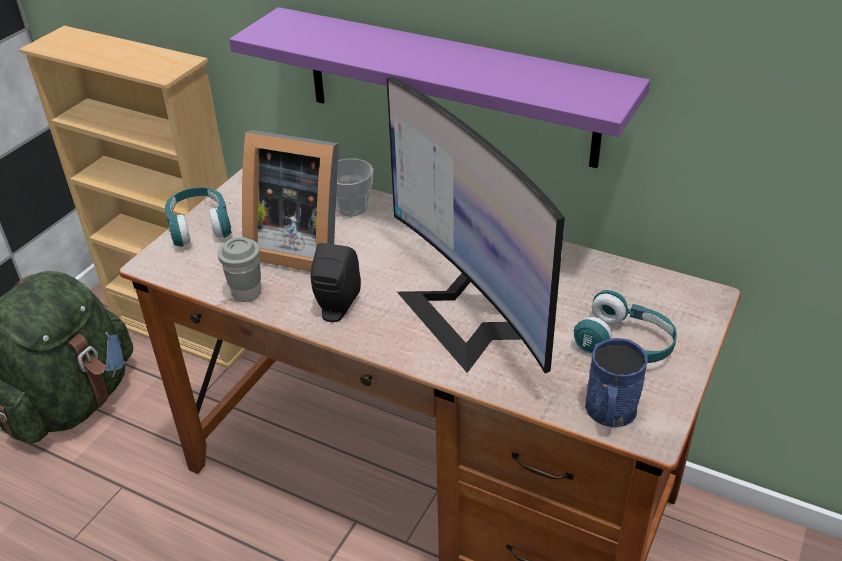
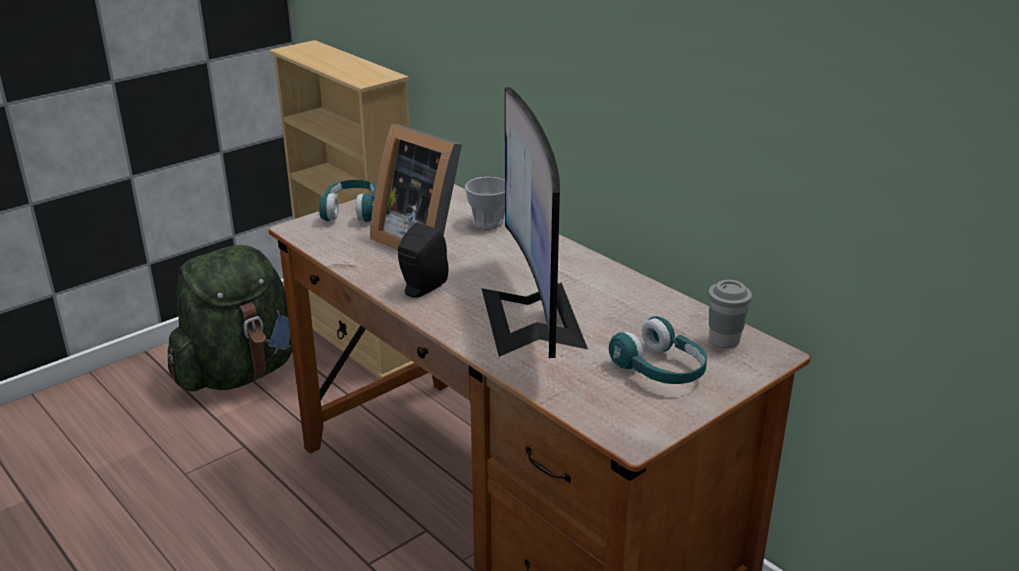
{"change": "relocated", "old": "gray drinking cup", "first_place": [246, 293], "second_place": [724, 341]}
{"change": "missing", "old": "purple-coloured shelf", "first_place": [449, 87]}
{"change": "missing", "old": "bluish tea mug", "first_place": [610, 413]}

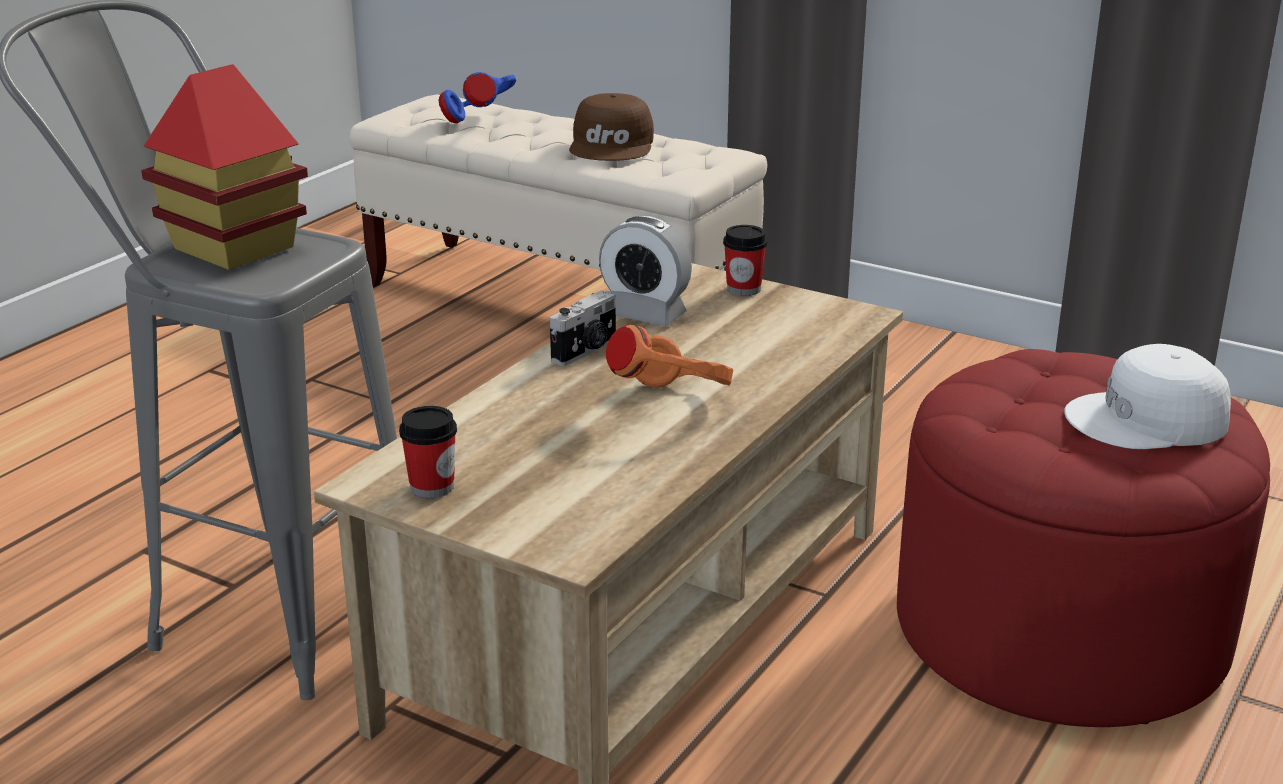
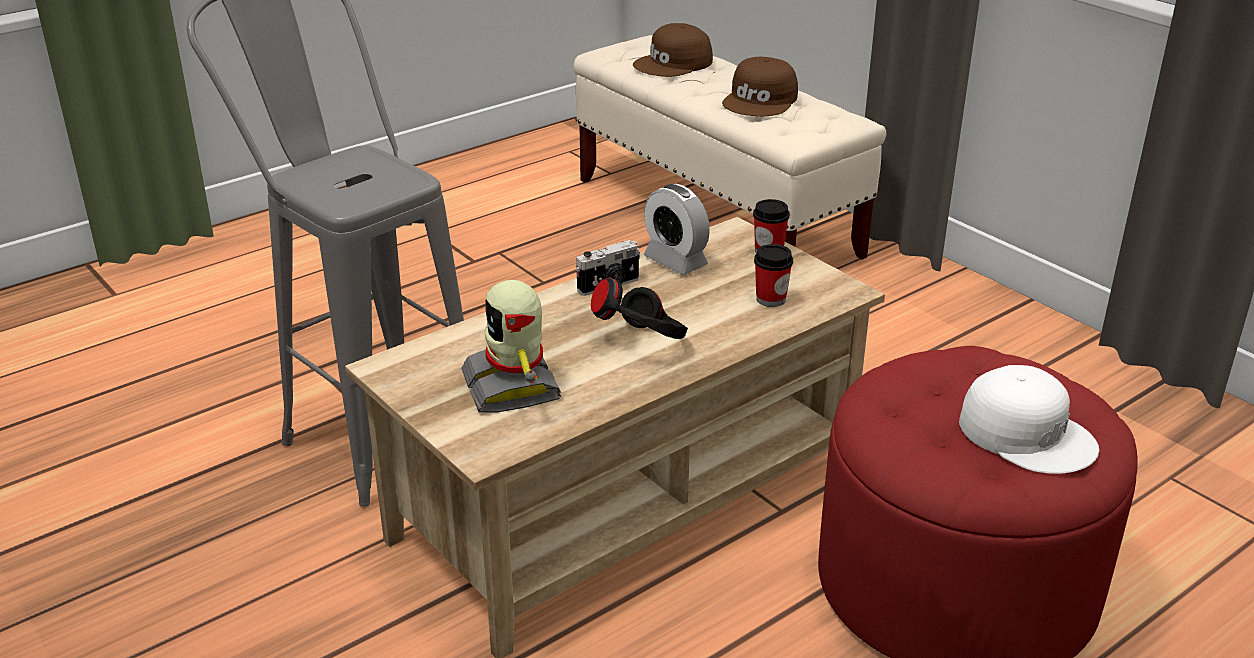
{"change": "missing", "old": "toy house", "first_place": [233, 248]}
{"change": "relocated", "old": "drinking cup", "first_place": [432, 487], "second_place": [771, 299]}
{"change": "exchanged", "old": "bluish headphones", "new": "brownish peaked cap", "first_place": [482, 120], "second_place": [674, 64]}
{"change": "colour", "old": "orange headphones", "new": "black headphones", "first_place": [673, 402], "second_place": [642, 342]}
{"change": "spun", "old": "whitish peaked cap", "first_place": [1148, 421], "second_place": [1027, 433], "degrees": -150}
{"change": "appeared", "new": "robot figure", "second_place": [514, 386]}

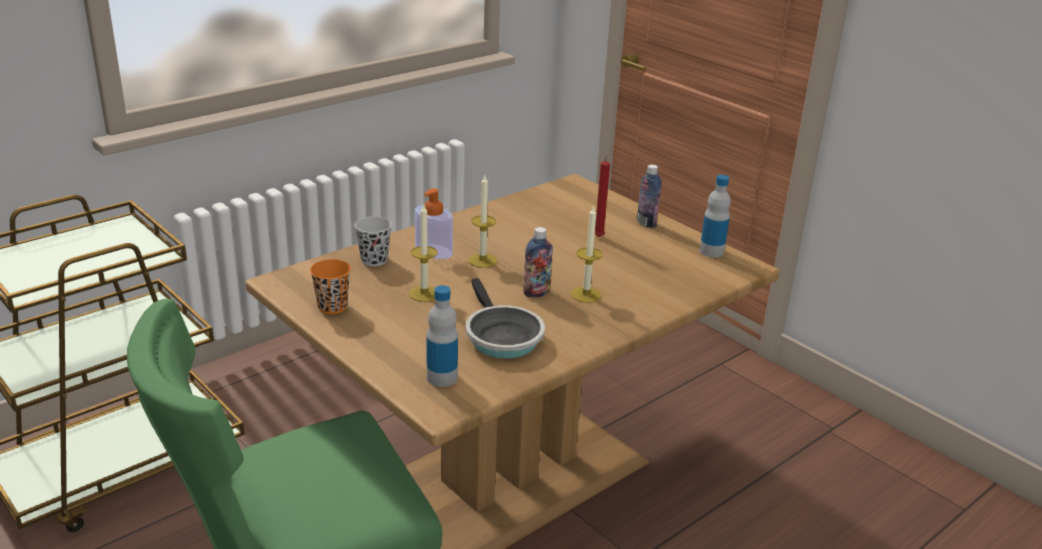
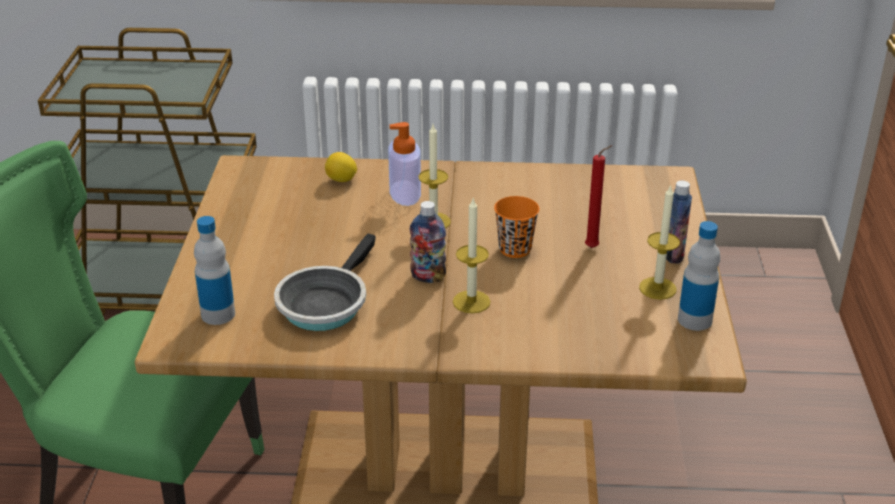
{"change": "relocated", "old": "orange drinking cup", "first_place": [332, 307], "second_place": [515, 249]}
{"change": "exchanged", "old": "black drinking cup", "new": "whole lemon", "first_place": [374, 260], "second_place": [341, 180]}
{"change": "relocated", "old": "wax candle", "first_place": [424, 293], "second_place": [657, 288]}

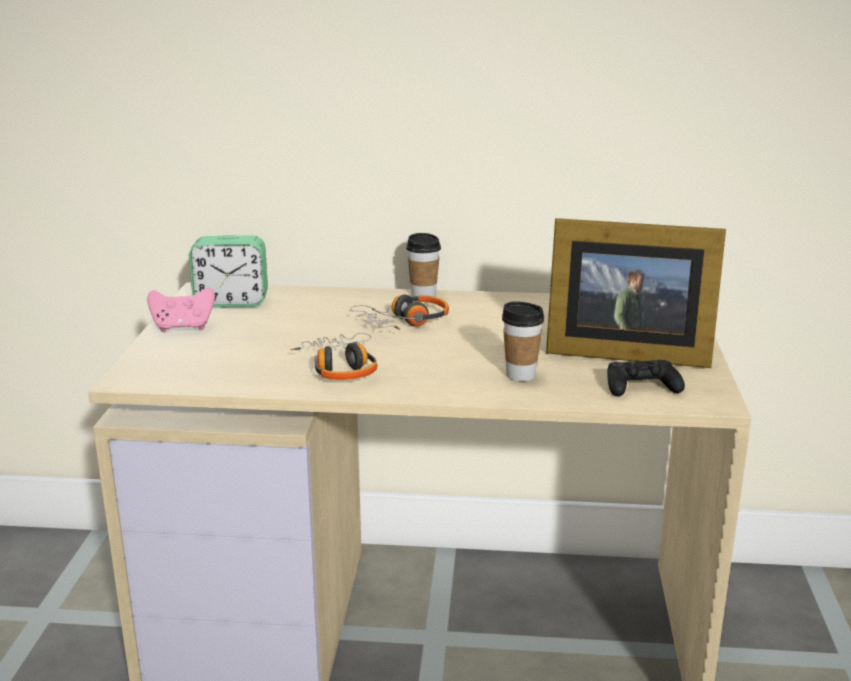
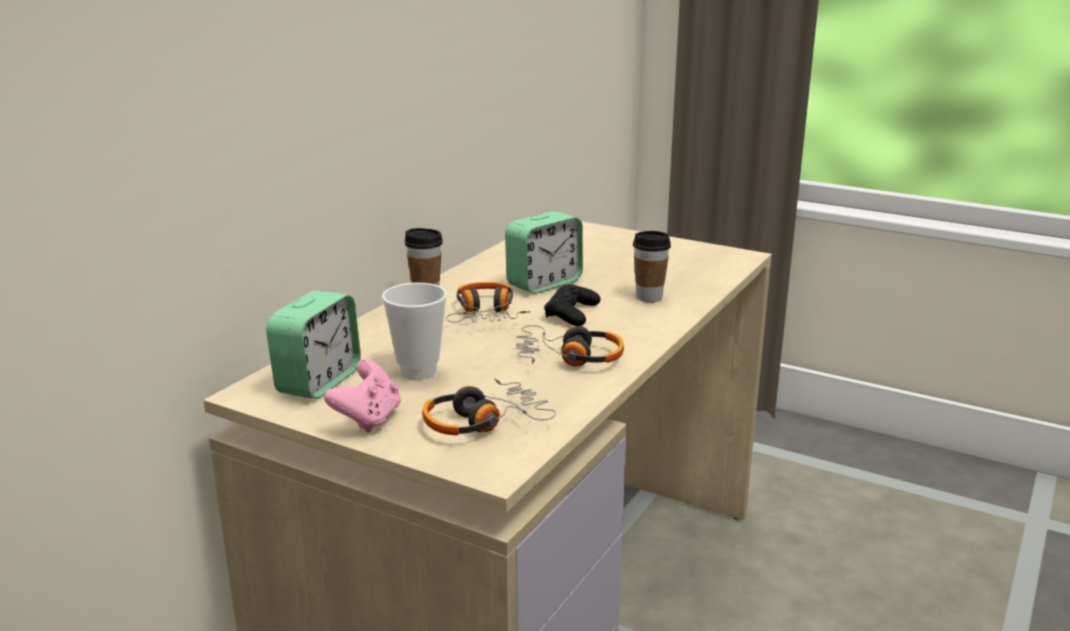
{"change": "missing", "old": "picture frame", "first_place": [622, 351]}
{"change": "relocated", "old": "black joypad", "first_place": [641, 387], "second_place": [571, 313]}
{"change": "appeared", "new": "drinking cup", "second_place": [418, 372]}
{"change": "appeared", "new": "headphones", "second_place": [484, 421]}
{"change": "appeared", "new": "table clock", "second_place": [544, 283]}

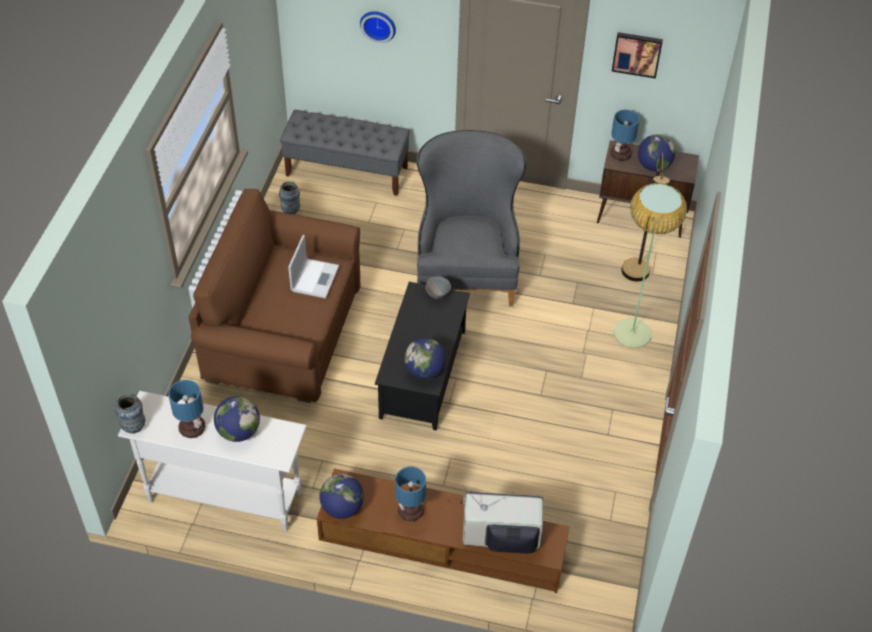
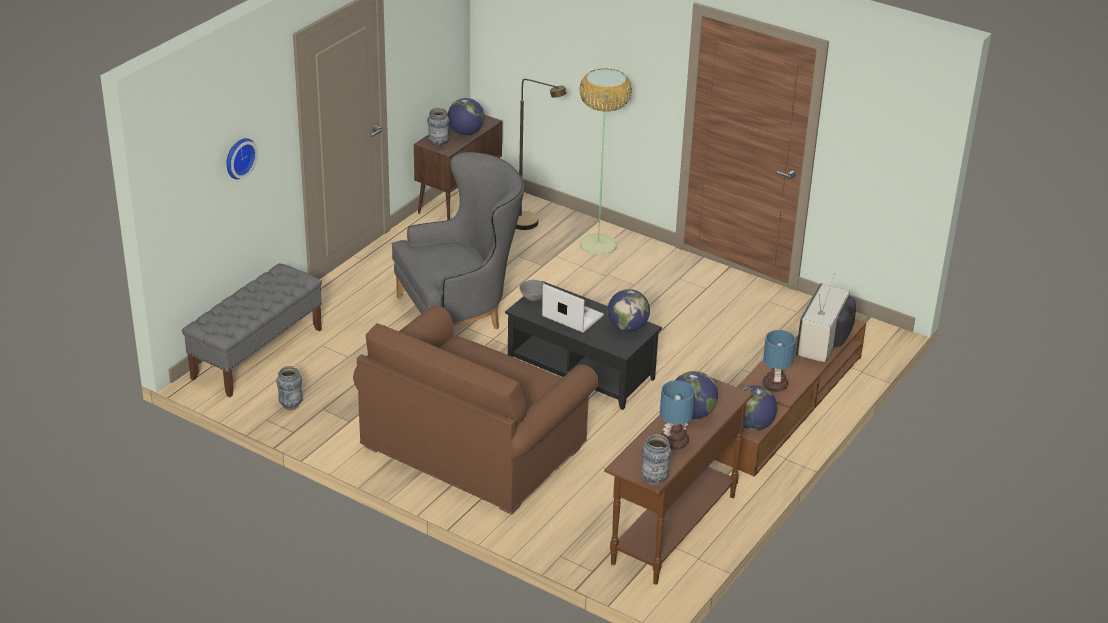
{"change": "colour", "old": "whitish hall table", "new": "brownish hall table", "first_place": [224, 496], "second_place": [673, 529]}
{"change": "relocated", "old": "portable computer", "first_place": [315, 278], "second_place": [571, 316]}
{"change": "spun", "old": "gray easy chair", "first_place": [466, 270], "second_place": [461, 313], "degrees": 135}
{"change": "exchanged", "old": "table lamp", "new": "vase", "first_place": [620, 155], "second_place": [438, 144]}
{"change": "missing", "old": "wall picture", "first_place": [637, 53]}

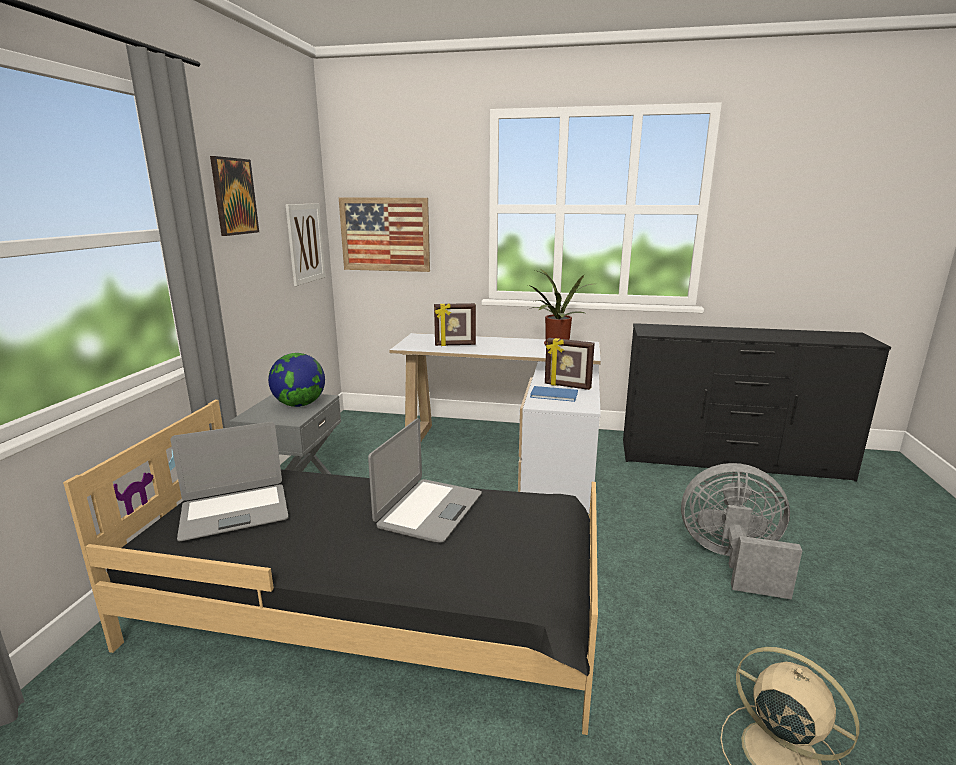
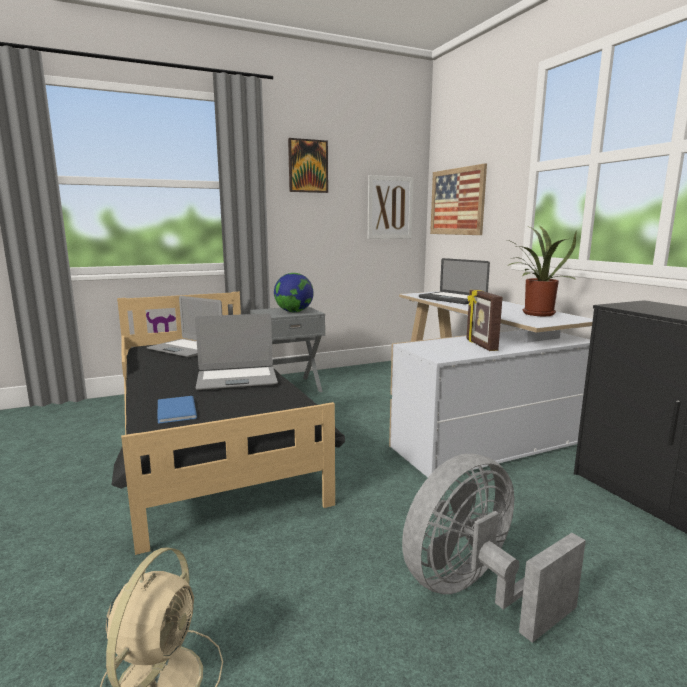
{"change": "exchanged", "old": "picture frame", "new": "portable computer", "first_place": [455, 345], "second_place": [452, 299]}
{"change": "relocated", "old": "bluish book", "first_place": [555, 395], "second_place": [175, 411]}
{"change": "spun", "old": "gray cooling fan", "first_place": [732, 561], "second_place": [475, 592], "degrees": -105}

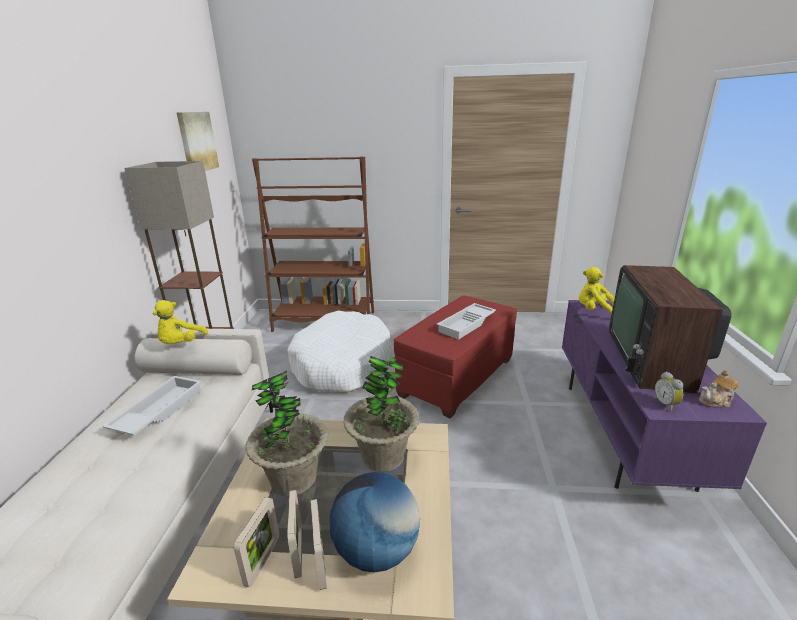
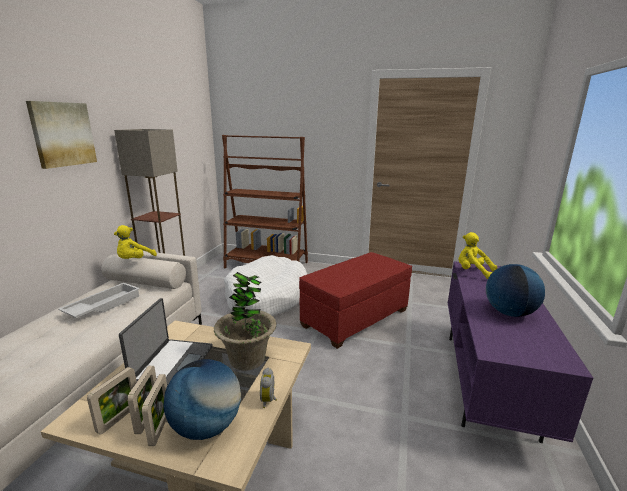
{"change": "relocated", "old": "wall picture", "first_place": [197, 142], "second_place": [62, 134]}
{"change": "exchanged", "old": "plant in a pot", "new": "portable computer", "first_place": [293, 478], "second_place": [172, 364]}
{"change": "missing", "old": "whitish serving tray", "first_place": [467, 325]}
{"change": "exchanged", "old": "television", "new": "desk globe", "first_place": [655, 358], "second_place": [509, 313]}
{"change": "relocated", "old": "table clock", "first_place": [666, 404], "second_place": [269, 400]}
{"change": "missing", "old": "pot for tea", "first_place": [716, 401]}

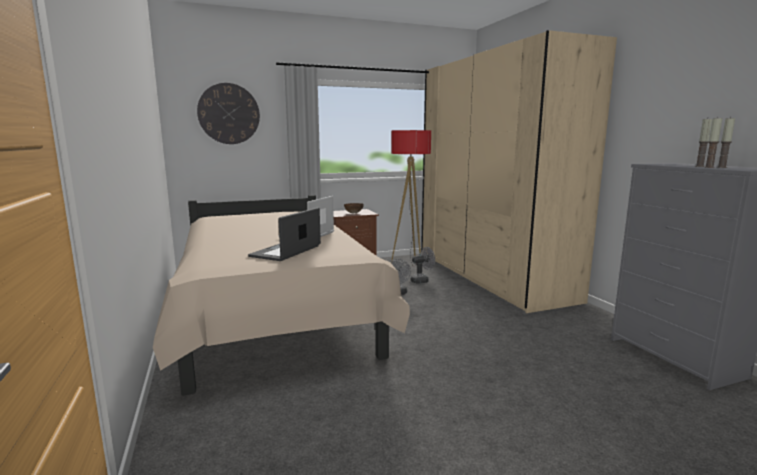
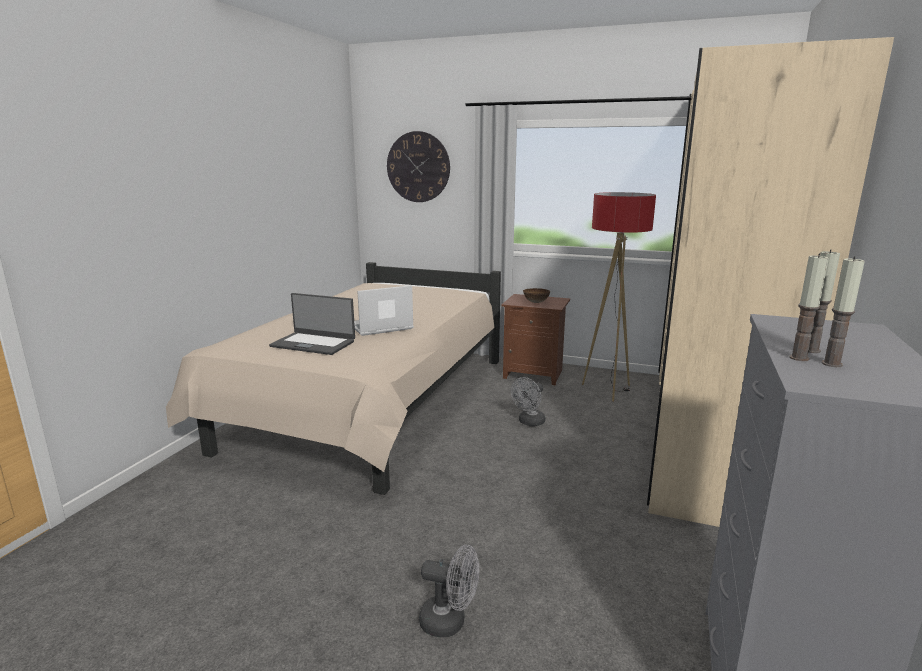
{"change": "spun", "old": "portable computer", "first_place": [287, 251], "second_place": [313, 343], "degrees": -135}
{"change": "relocated", "old": "gray cooling fan", "first_place": [422, 280], "second_place": [450, 622]}

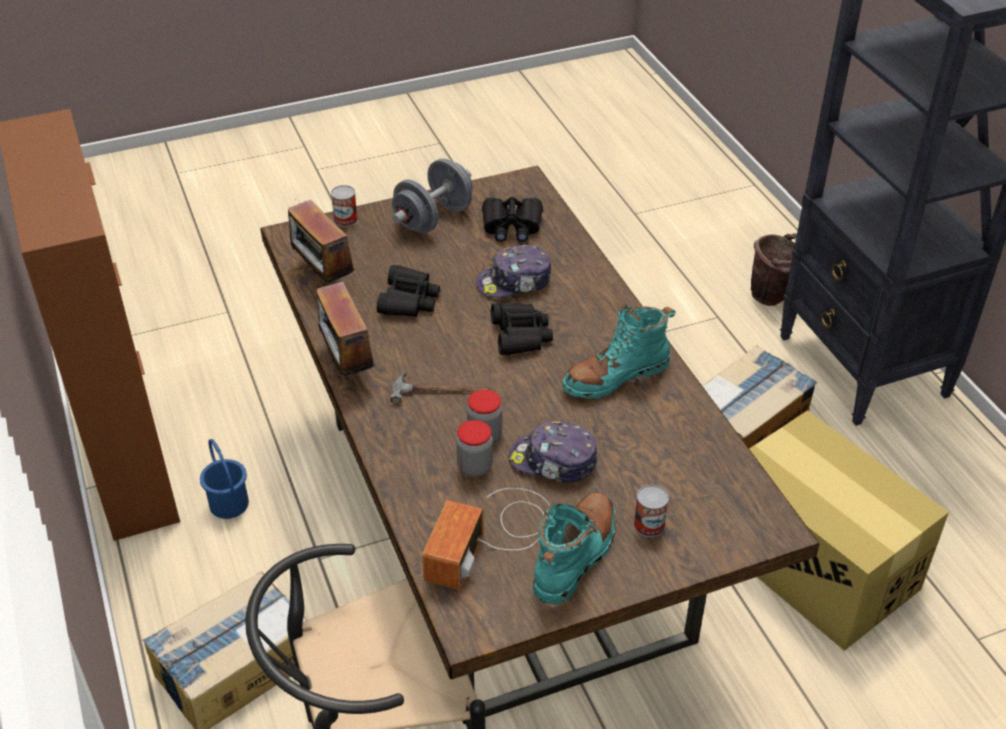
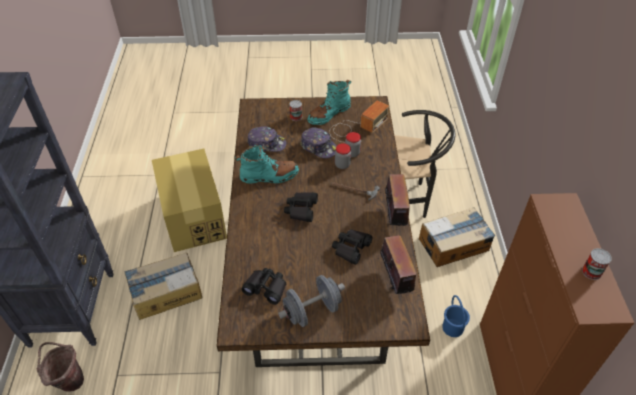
{"change": "relocated", "old": "can", "first_place": [345, 219], "second_place": [591, 272]}
{"change": "relocated", "old": "peaked cap", "first_place": [515, 282], "second_place": [266, 144]}

